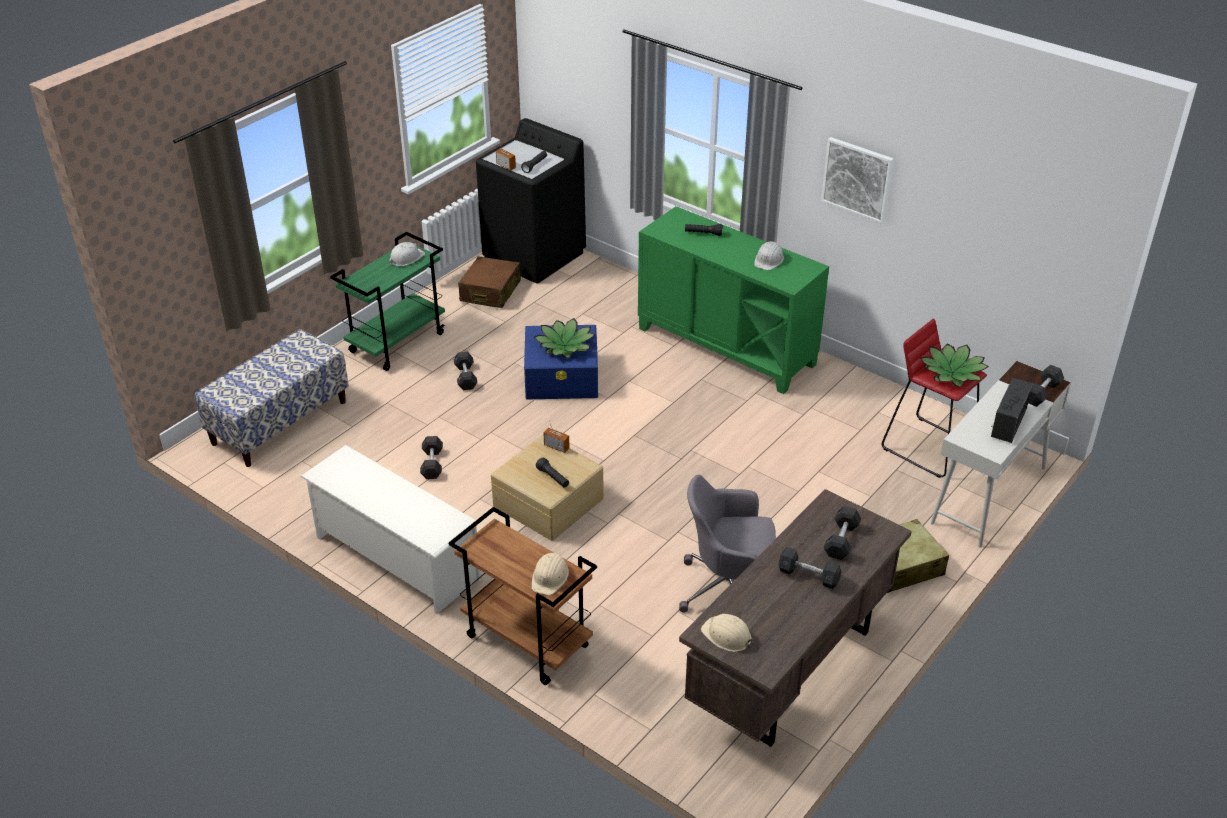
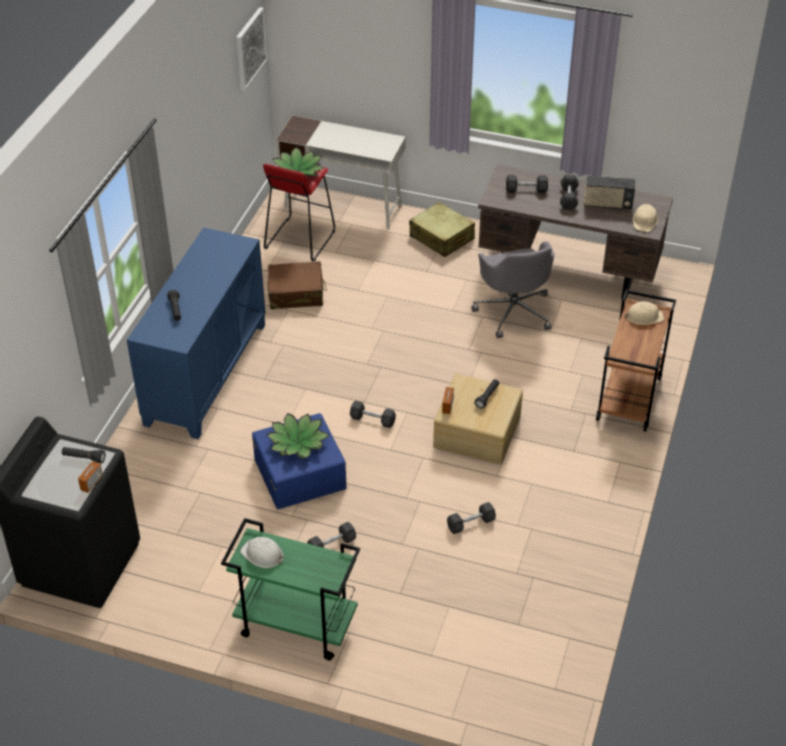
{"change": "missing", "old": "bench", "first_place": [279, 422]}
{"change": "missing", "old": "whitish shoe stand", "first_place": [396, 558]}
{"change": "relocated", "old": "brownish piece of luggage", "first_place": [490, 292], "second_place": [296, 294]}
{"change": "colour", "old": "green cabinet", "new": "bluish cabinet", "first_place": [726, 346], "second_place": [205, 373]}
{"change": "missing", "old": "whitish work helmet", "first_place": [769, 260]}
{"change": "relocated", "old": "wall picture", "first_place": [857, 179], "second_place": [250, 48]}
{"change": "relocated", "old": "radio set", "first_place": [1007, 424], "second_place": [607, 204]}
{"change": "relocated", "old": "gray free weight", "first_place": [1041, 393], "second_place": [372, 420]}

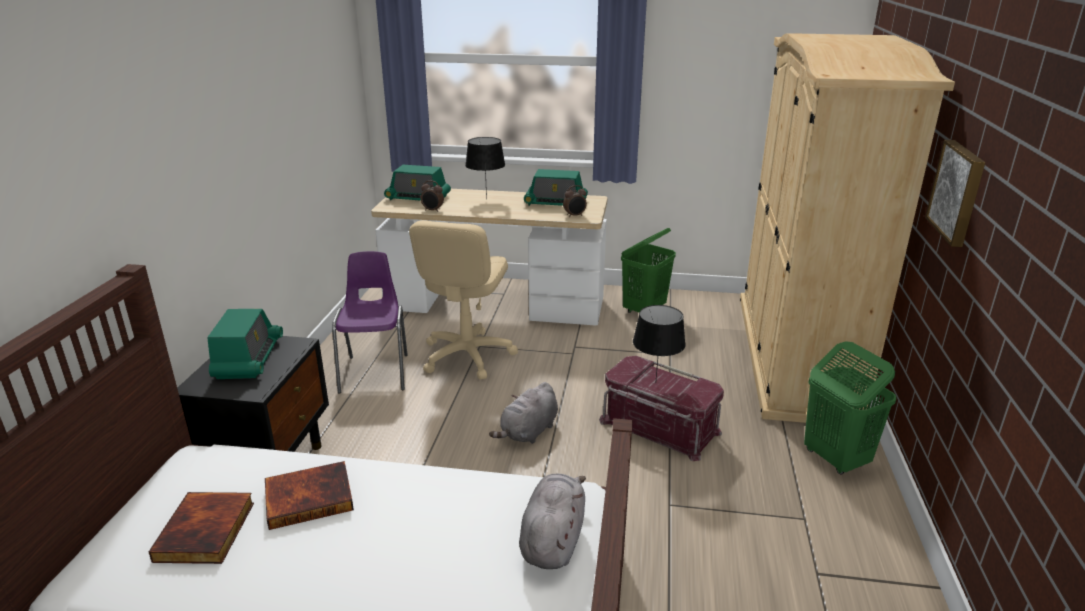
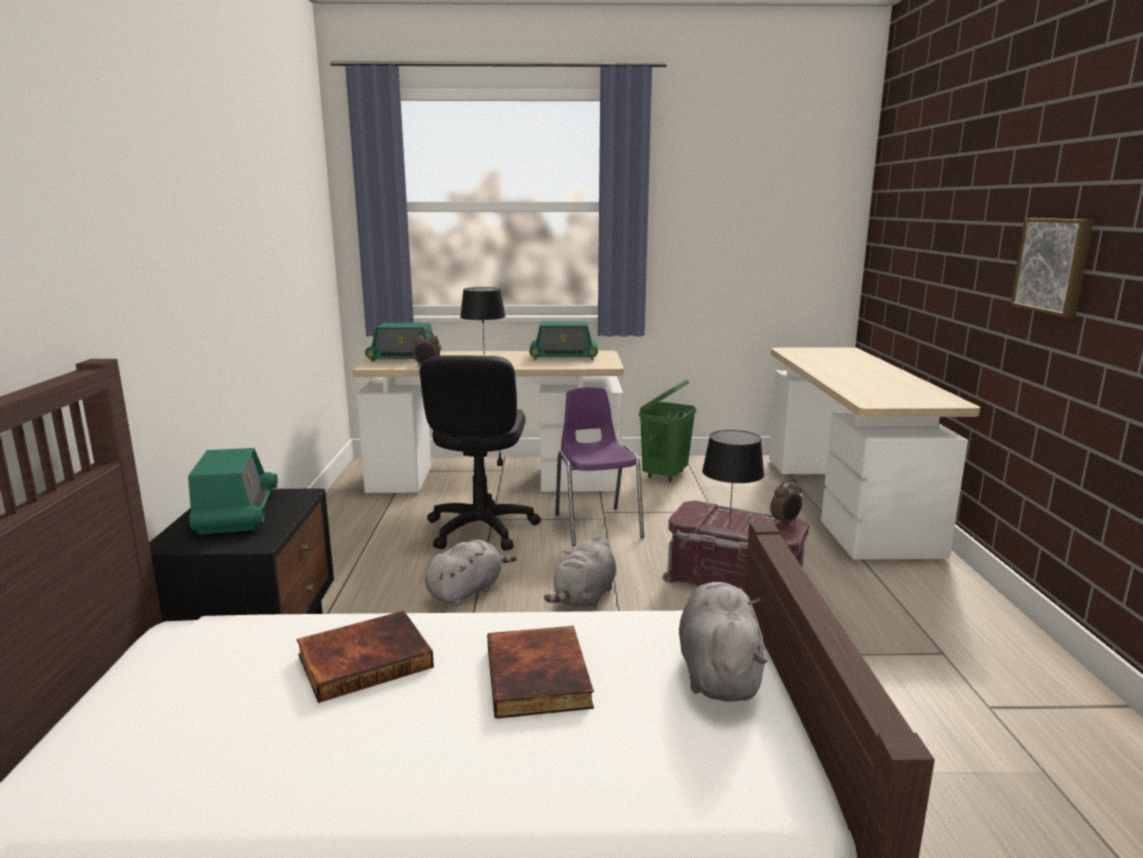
{"change": "relocated", "old": "book", "first_place": [207, 532], "second_place": [540, 677]}
{"change": "relocated", "old": "purple-coloured chair", "first_place": [376, 372], "second_place": [596, 525]}
{"change": "colour", "old": "beige desk chair", "new": "black desk chair", "first_place": [467, 355], "second_place": [480, 529]}
{"change": "relocated", "old": "table clock", "first_place": [575, 216], "second_place": [785, 522]}
{"change": "exchanged", "old": "beige armoire", "new": "desk unit", "first_place": [796, 354], "second_place": [844, 502]}
{"change": "missing", "old": "green laundry basket", "first_place": [835, 459]}
{"change": "appeared", "new": "gray cuddly toy", "second_place": [467, 591]}

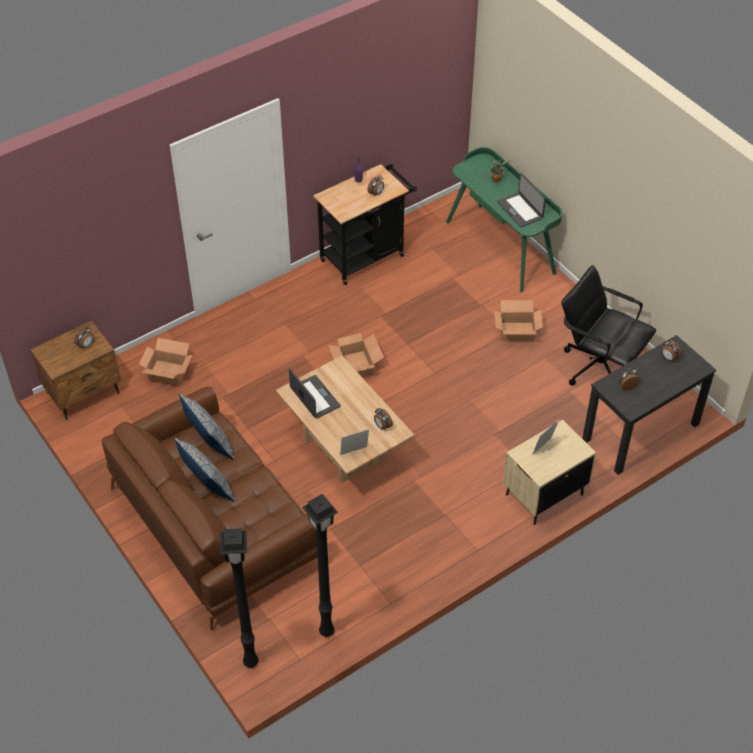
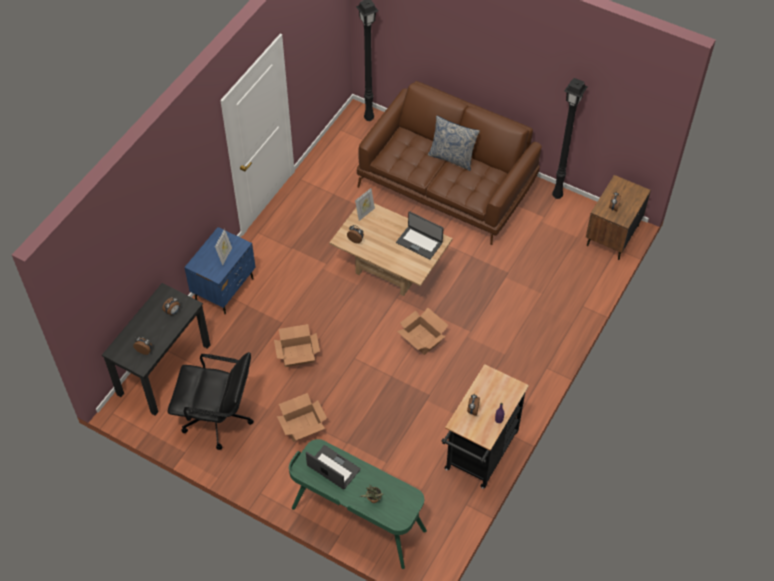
{"change": "relocated", "old": "packing box", "first_place": [168, 373], "second_place": [297, 354]}
{"change": "missing", "old": "cushion", "first_place": [209, 444]}
{"change": "relocated", "old": "black standard lamp", "first_place": [325, 631], "second_place": [558, 195]}
{"change": "colour", "old": "beige nightstand", "new": "bluish nightstand", "first_place": [543, 494], "second_place": [225, 289]}

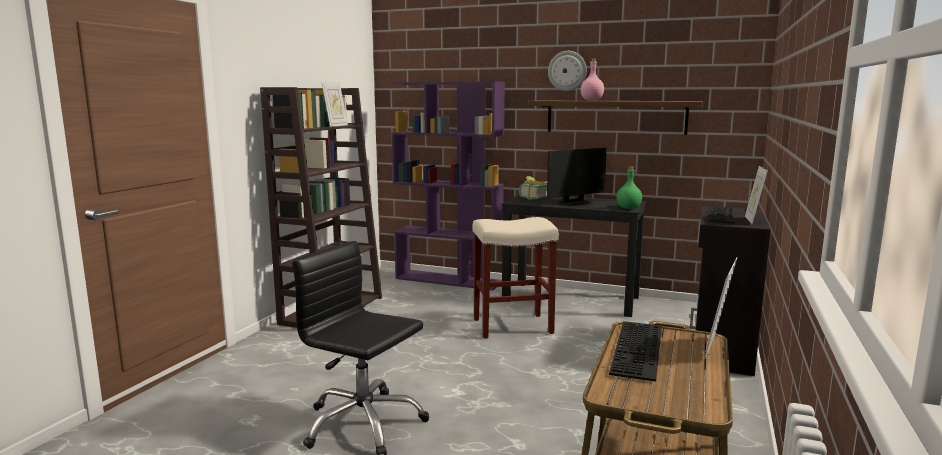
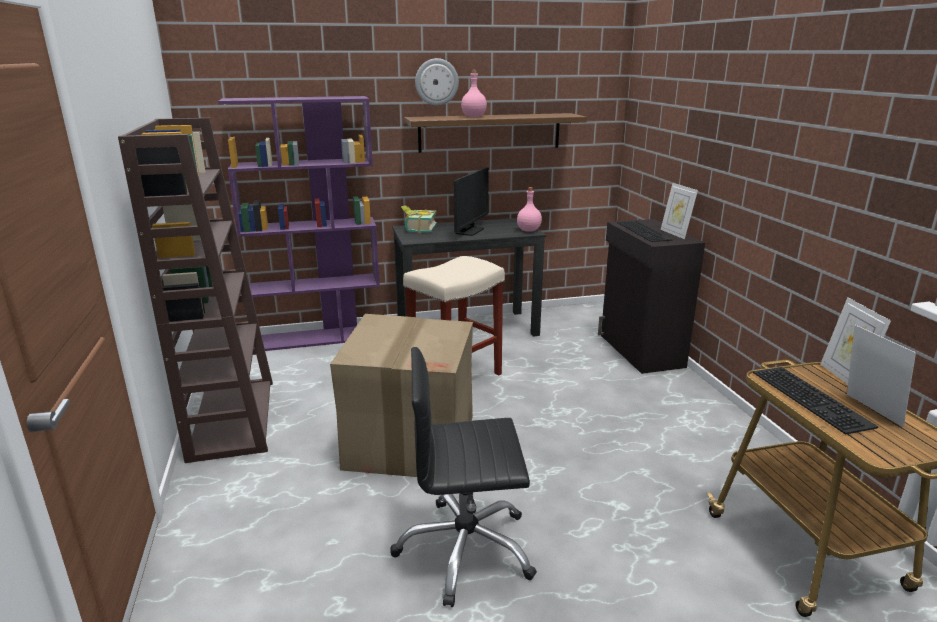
{"change": "relocated", "old": "picture frame", "first_place": [336, 125], "second_place": [868, 411]}
{"change": "colour", "old": "green beverage bottle", "new": "pink beverage bottle", "first_place": [628, 208], "second_place": [528, 230]}
{"change": "appeared", "new": "packing box", "second_place": [411, 440]}

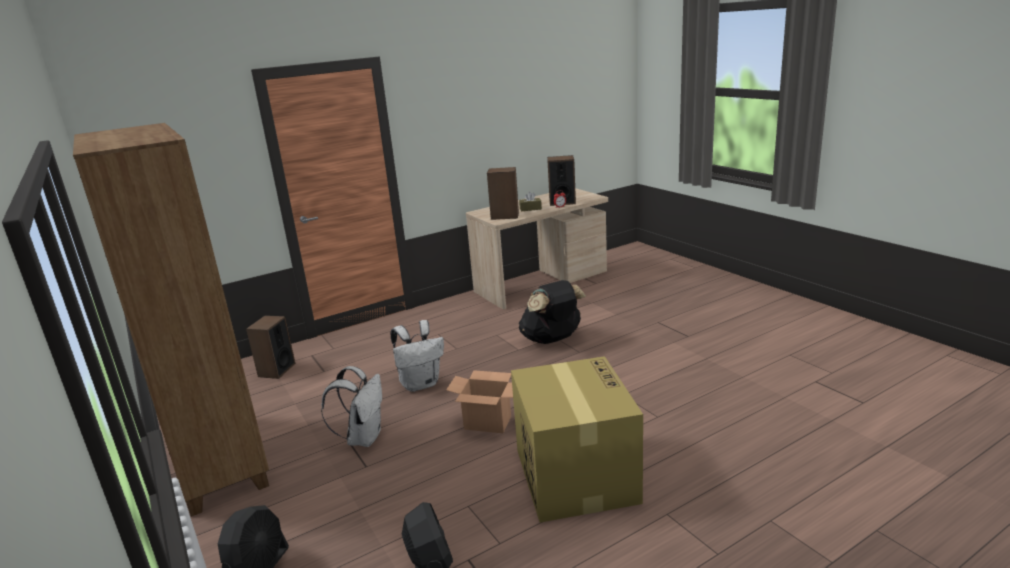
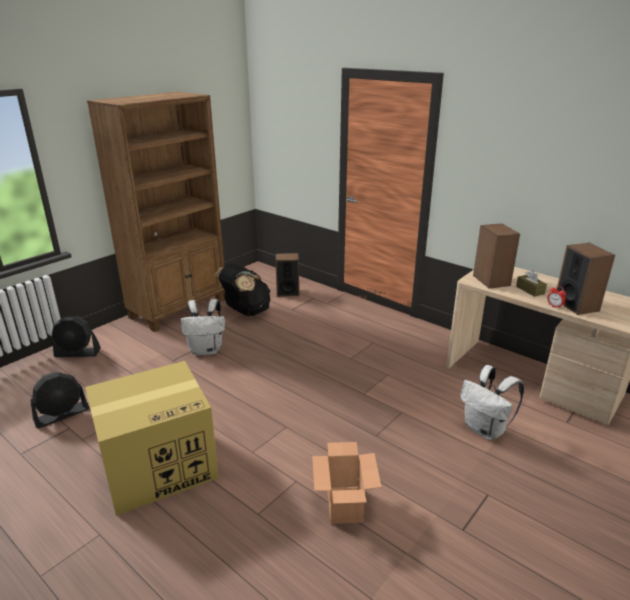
{"change": "relocated", "old": "whitish knapsack", "first_place": [421, 384], "second_place": [485, 430]}
{"change": "relocated", "old": "packing box", "first_place": [488, 423], "second_place": [344, 505]}
{"change": "relocated", "old": "black knapsack", "first_place": [552, 339], "second_place": [245, 312]}

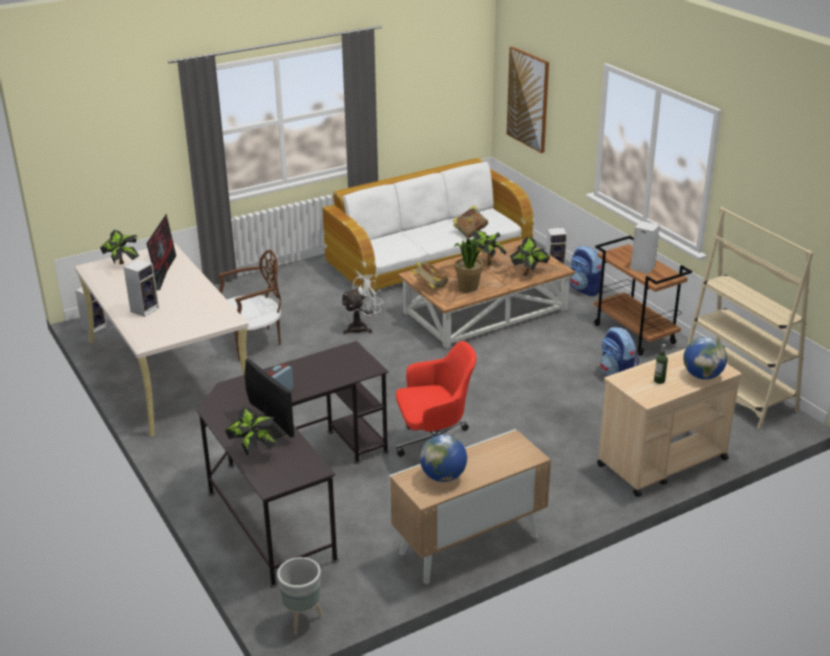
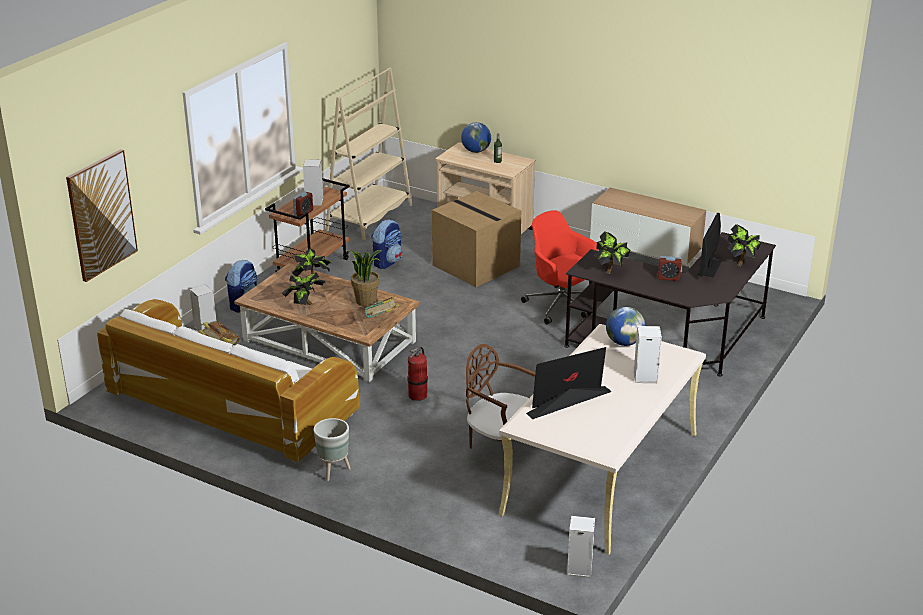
{"change": "relocated", "old": "plant in a pot", "first_place": [122, 265], "second_place": [610, 270]}
{"change": "relocated", "old": "gray flower pot", "first_place": [303, 619], "second_place": [333, 471]}
{"change": "exchanged", "old": "whitish cooling fan", "new": "extinguisher", "first_place": [361, 327], "second_place": [418, 395]}
{"change": "relocated", "old": "desk globe", "first_place": [443, 476], "second_place": [624, 342]}
{"change": "appeared", "new": "table clock", "second_place": [303, 213]}
{"change": "appeared", "new": "packing box", "second_place": [477, 265]}

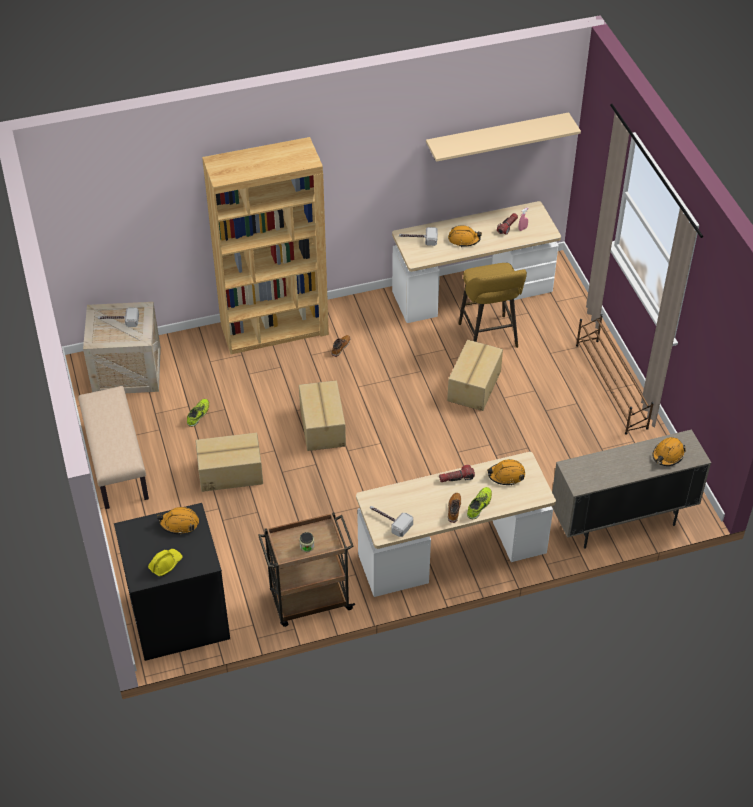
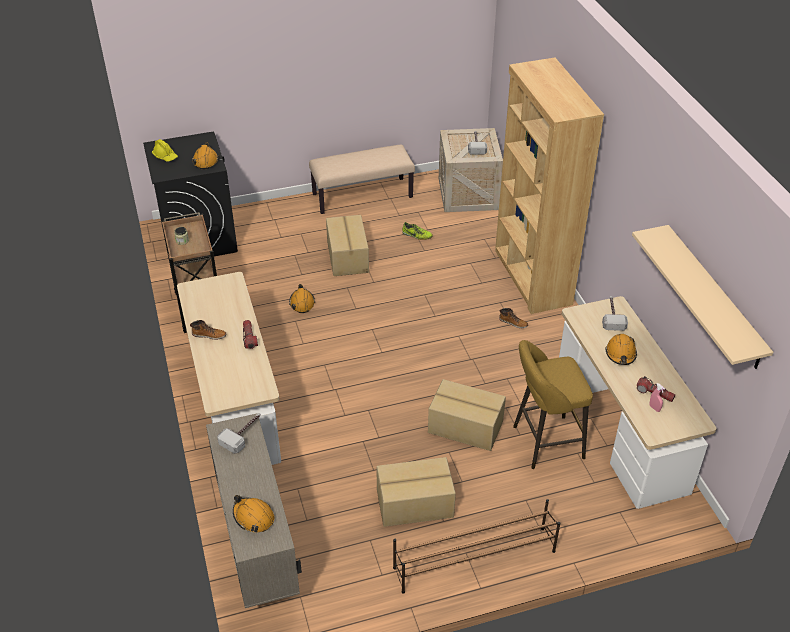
{"change": "relocated", "old": "packing box", "first_place": [323, 426], "second_place": [415, 504]}
{"change": "relocated", "old": "tool hammer", "first_place": [389, 521], "second_place": [243, 434]}
{"change": "missing", "old": "item of footwear", "first_place": [479, 505]}
{"change": "relocated", "old": "orange work helmet", "first_place": [506, 475], "second_place": [302, 303]}

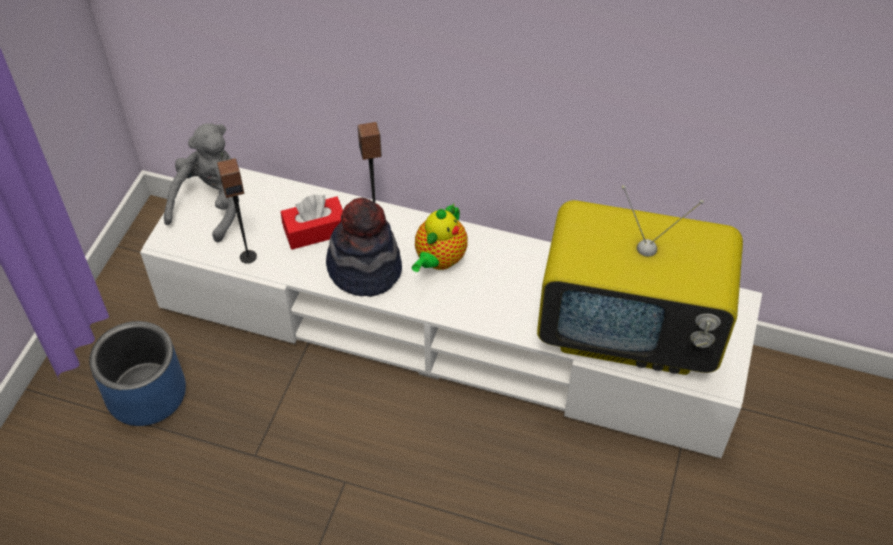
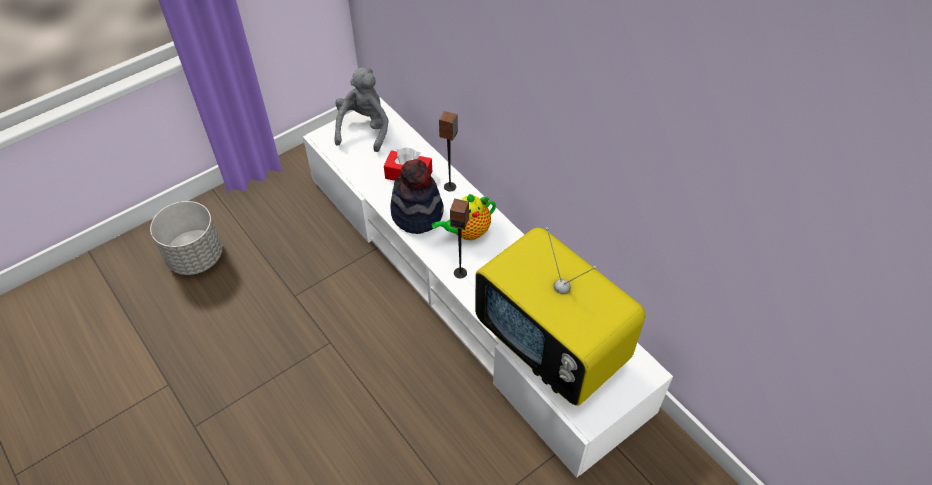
{"change": "missing", "old": "bluish flower pot", "first_place": [147, 394]}
{"change": "spun", "old": "gray cuddly toy", "first_place": [212, 204], "second_place": [364, 128], "degrees": -45}
{"change": "relocated", "old": "loudspeaker", "first_place": [248, 256], "second_place": [460, 272]}
{"change": "appeared", "new": "gray flower pot", "second_place": [196, 257]}

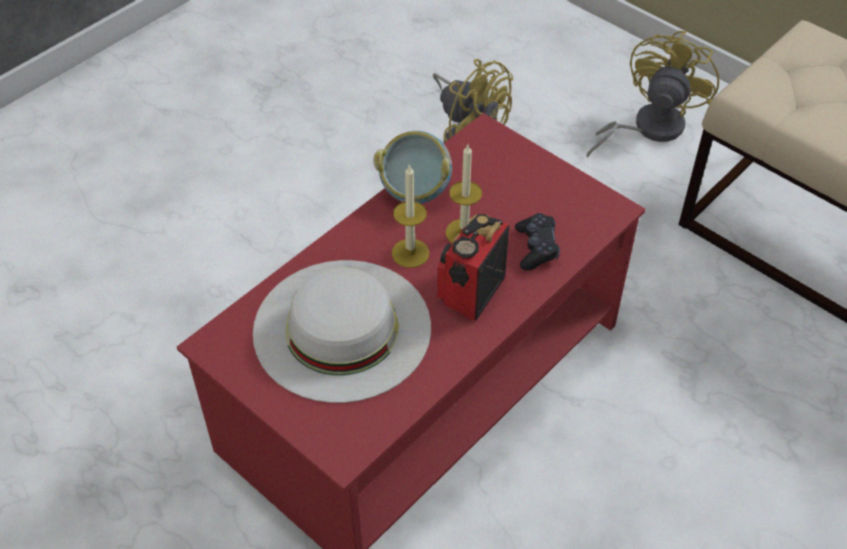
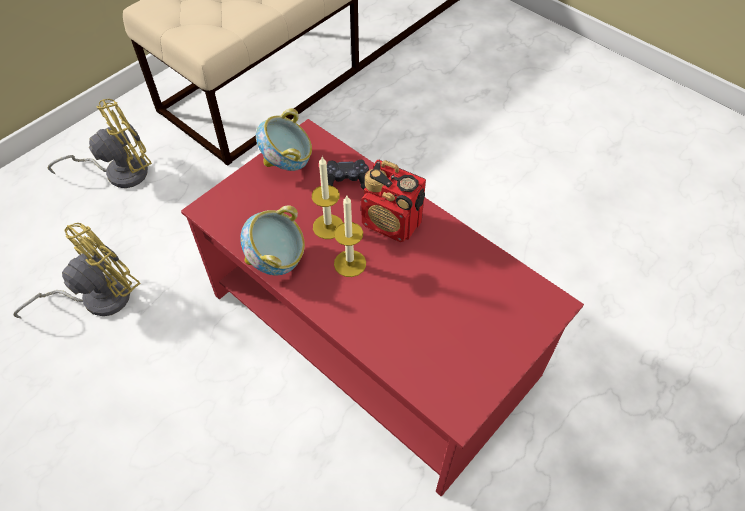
{"change": "missing", "old": "whitish hat", "first_place": [342, 328]}
{"change": "spun", "old": "yellow-coloured cooling fan", "first_place": [648, 128], "second_place": [119, 172], "degrees": 120}
{"change": "appeared", "new": "serving bowl", "second_place": [287, 163]}

